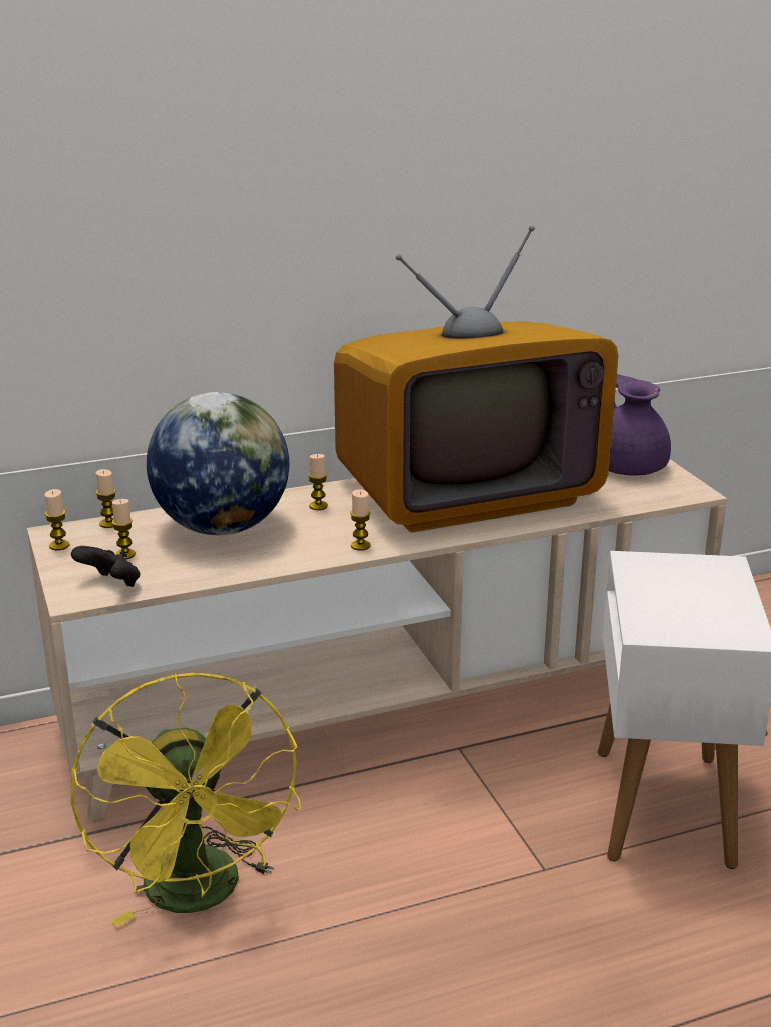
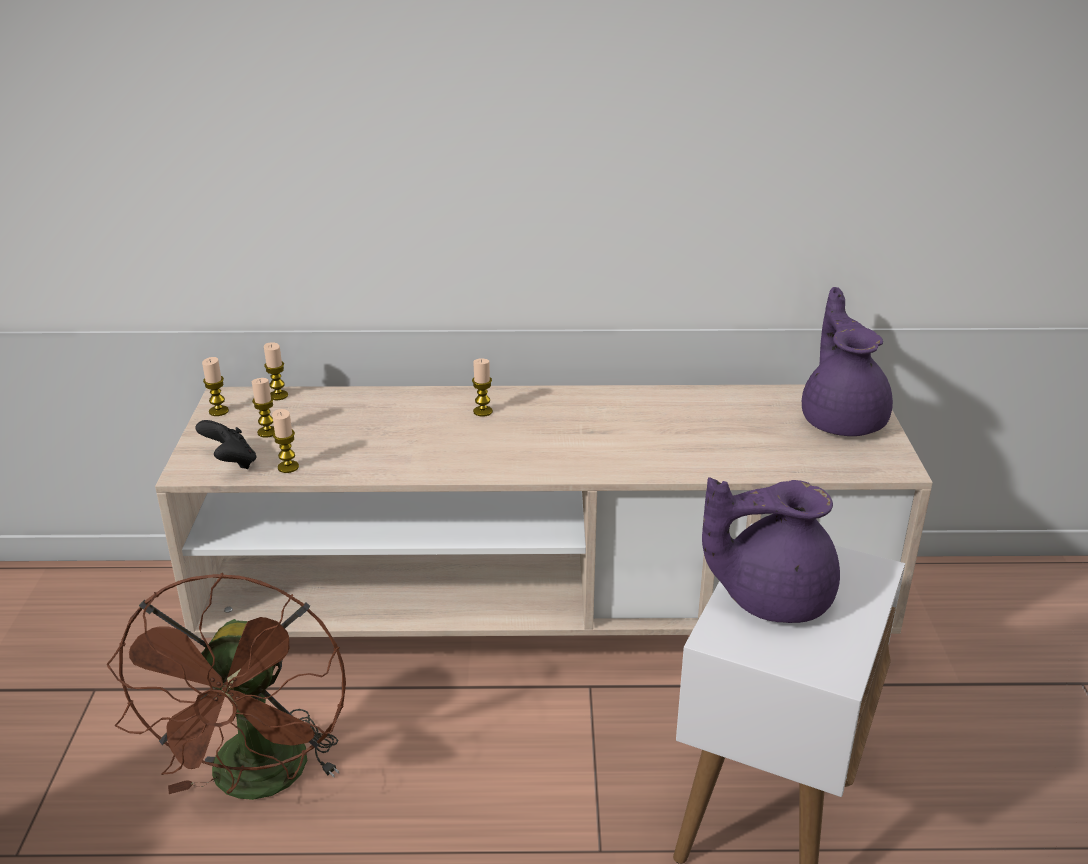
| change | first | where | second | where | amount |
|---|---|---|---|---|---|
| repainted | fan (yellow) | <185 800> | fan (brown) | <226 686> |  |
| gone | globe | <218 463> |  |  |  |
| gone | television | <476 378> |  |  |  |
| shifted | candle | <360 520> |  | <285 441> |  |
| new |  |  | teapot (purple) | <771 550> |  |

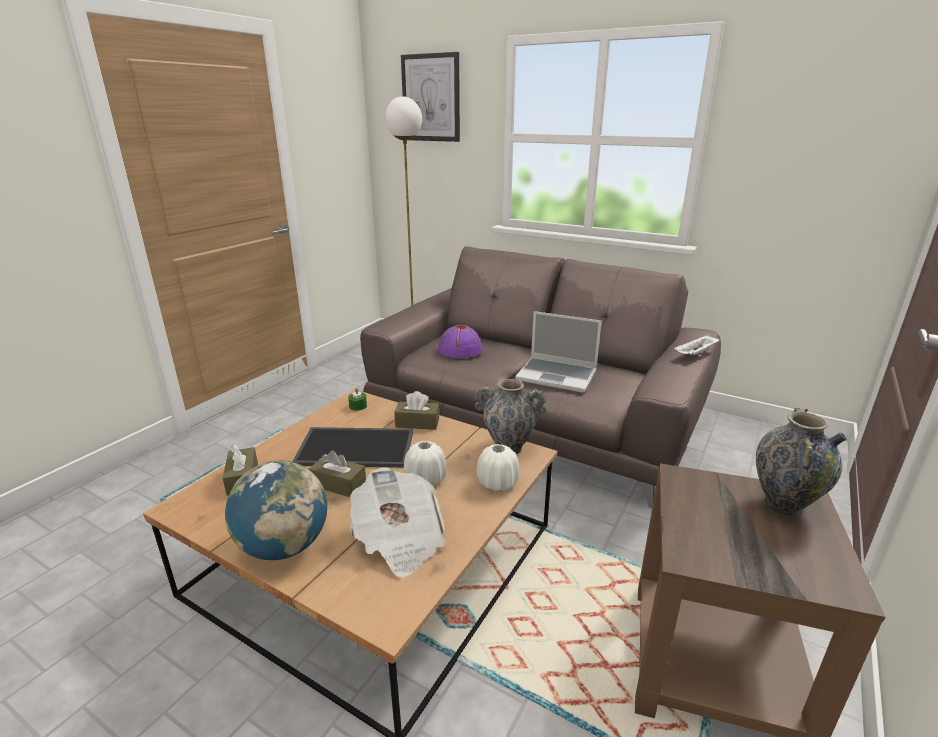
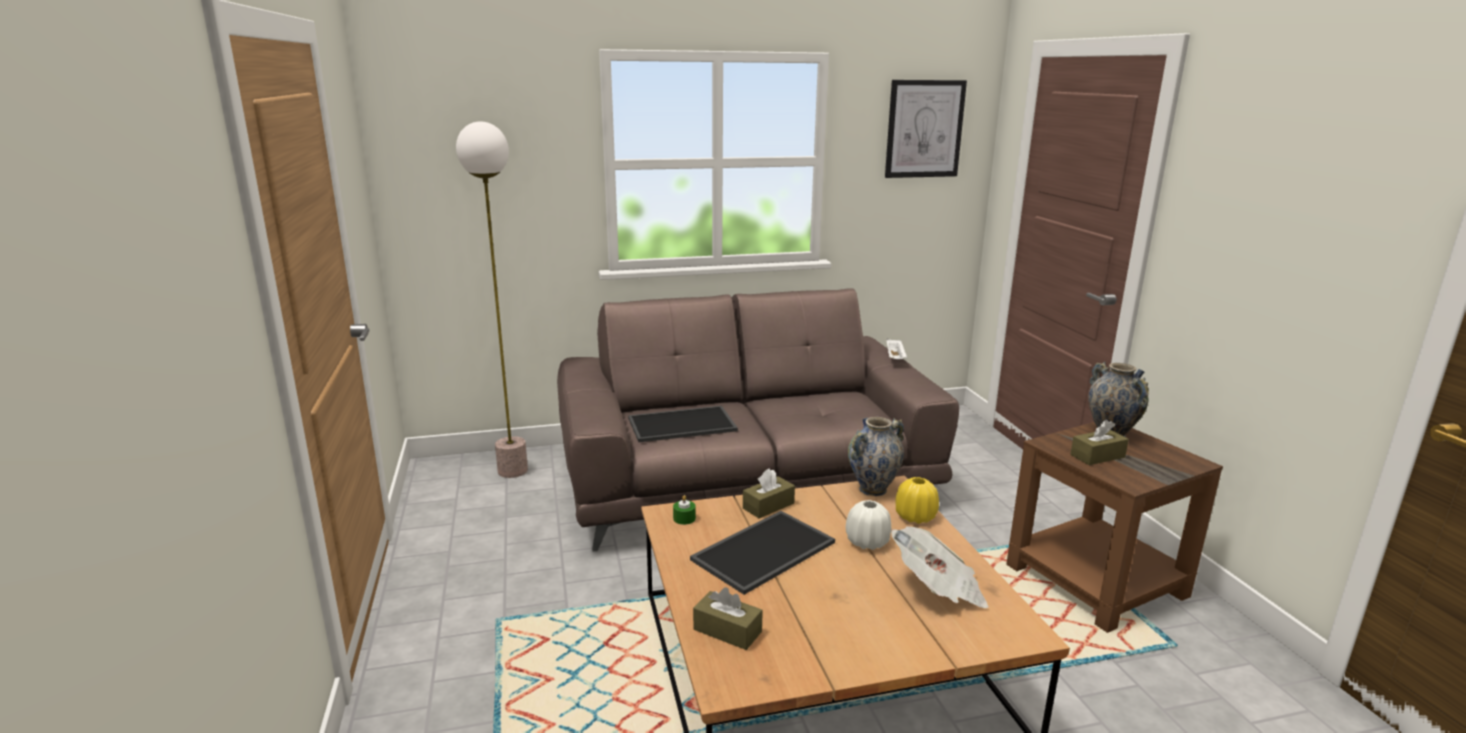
| change | first | where | second | where | amount |
|---|---|---|---|---|---|
| gone | globe | <276 510> |  |  |  |
| shifted | tissue box (brown) | <337 473> |  | <1099 442> |  |
| shifted | picture | <430 97> |  | <926 129> |  |
| swapped | hat (purple) | <460 341> | tray | <683 424> |  |
| repainted | vase (white) | <497 467> | vase (yellow) | <917 500> |  |
| gone | laptop | <558 352> |  |  |  |

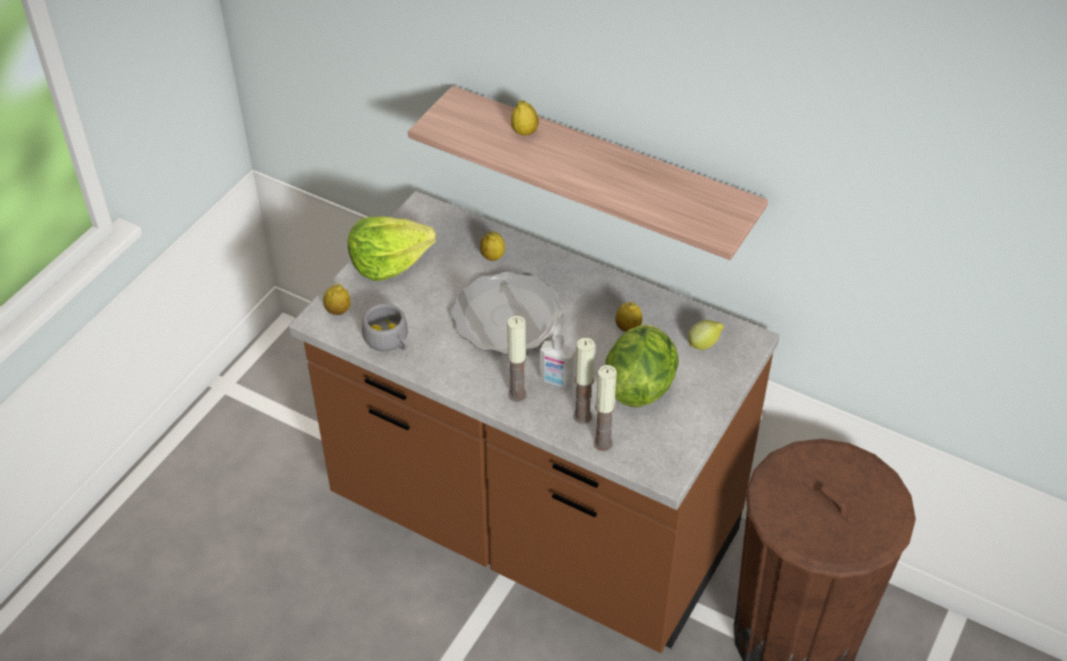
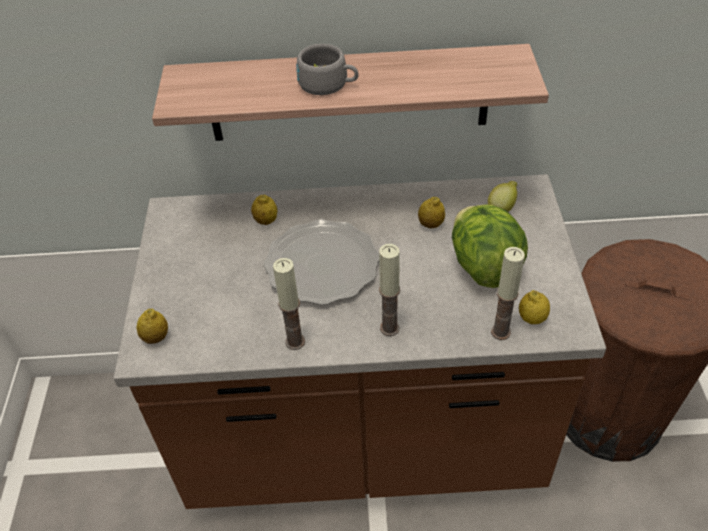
| change | first | where | second | where | amount |
|---|---|---|---|---|---|
| gone | lettuce | <392 248> |  |  |  |
| shifted | cup (grey) | <385 327> |  | <328 69> |  |
| shifted | lemon | <525 118> |  | <534 307> |  |
| gone | soap dispenser | <557 356> |  |  |  |
| shifted | candle | <584 381> |  | <289 304> |  |

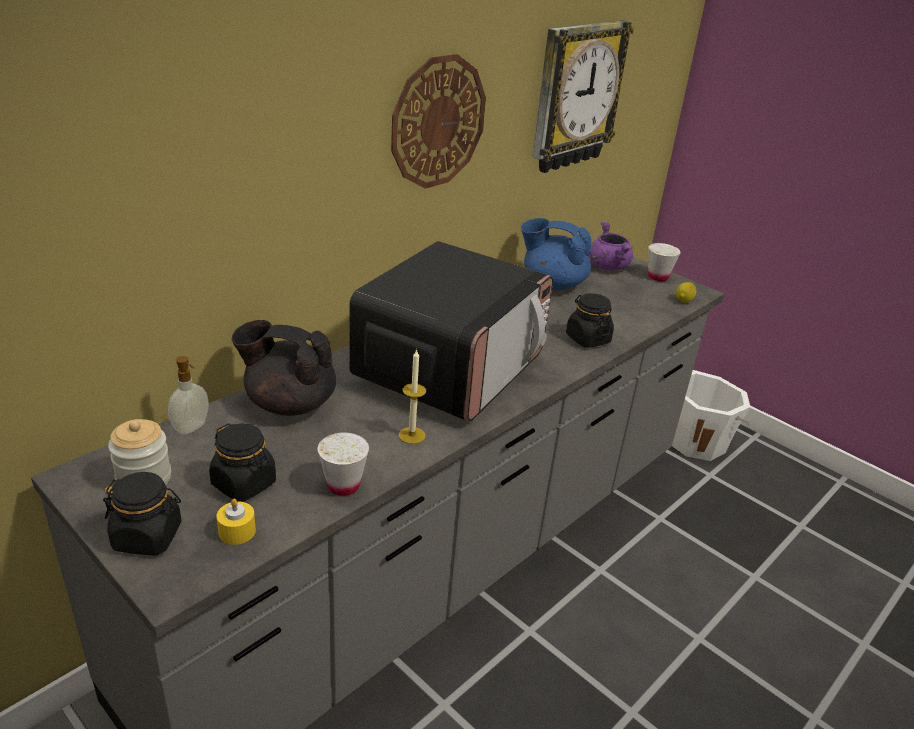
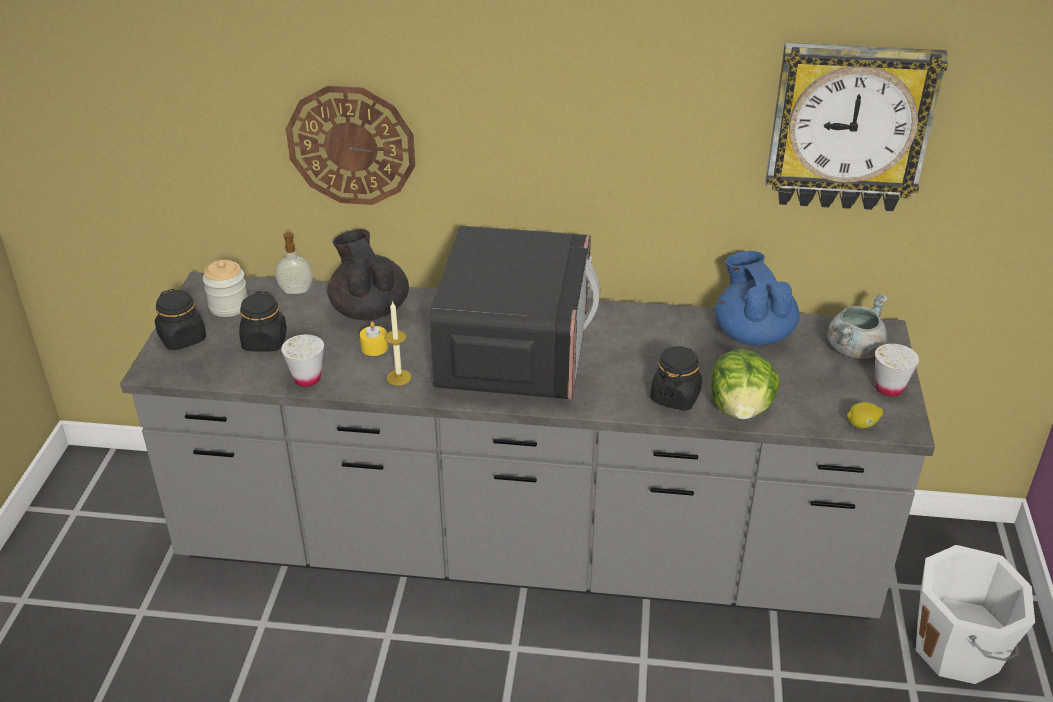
| change | first | where | second | where | amount |
|---|---|---|---|---|---|
| shifted | candle (yellow) | <236 522> |  | <374 338> |  |
| rotated | microwave | <451 331> |  | <515 312> | 75 degrees counterclockwise |
| shifted | wall clock | <438 121> |  | <350 145> |  |
| repainted | cooking pot (purple) | <611 246> | cooking pot (grey) | <857 326> |  |
| new |  |  | lettuce | <745 384> |  |

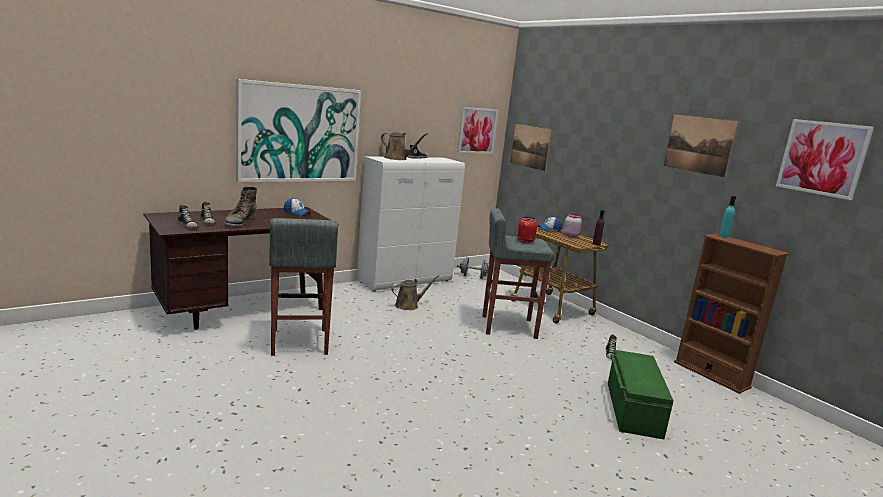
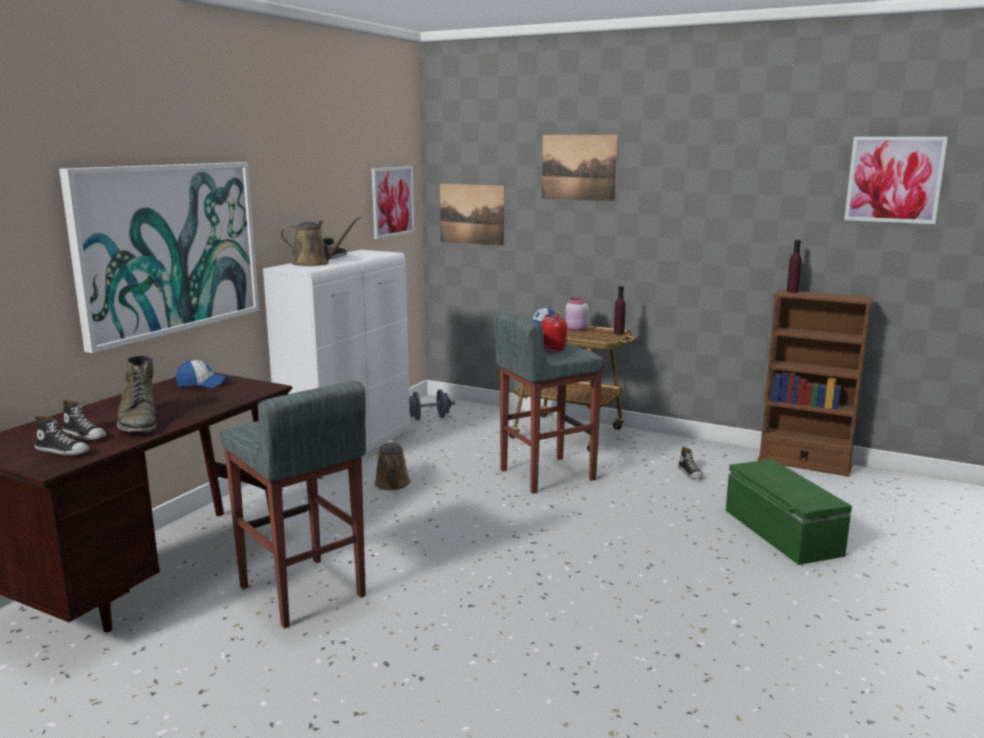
| change | first | where | second | where | amount |
|---|---|---|---|---|---|
| rotated | watering can (brown) | <415 292> |  | <392 465> | 135 degrees clockwise |
| shifted | picture | <701 146> |  | <580 168> |  |
| repainted | bottle (turquoise) | <727 217> | bottle (purple) | <794 266> |  |

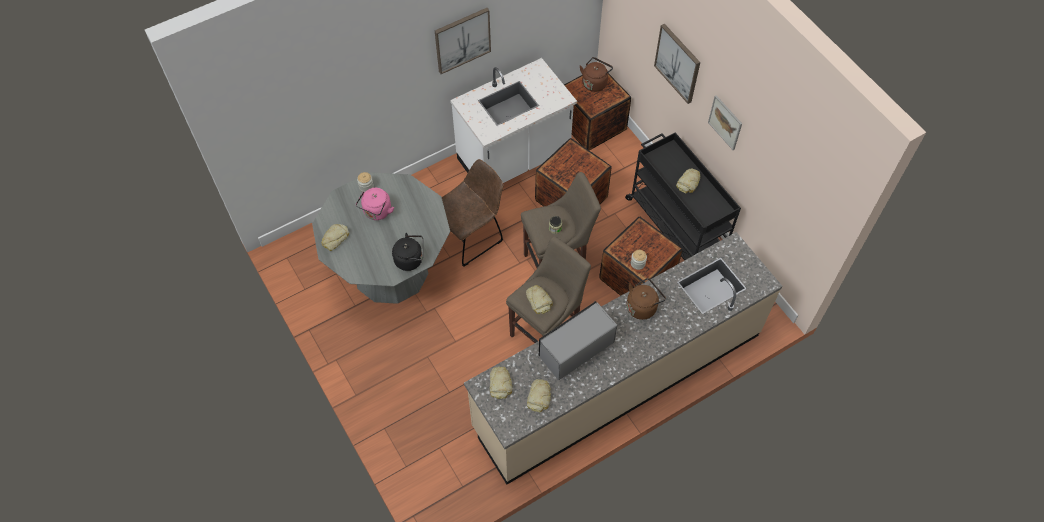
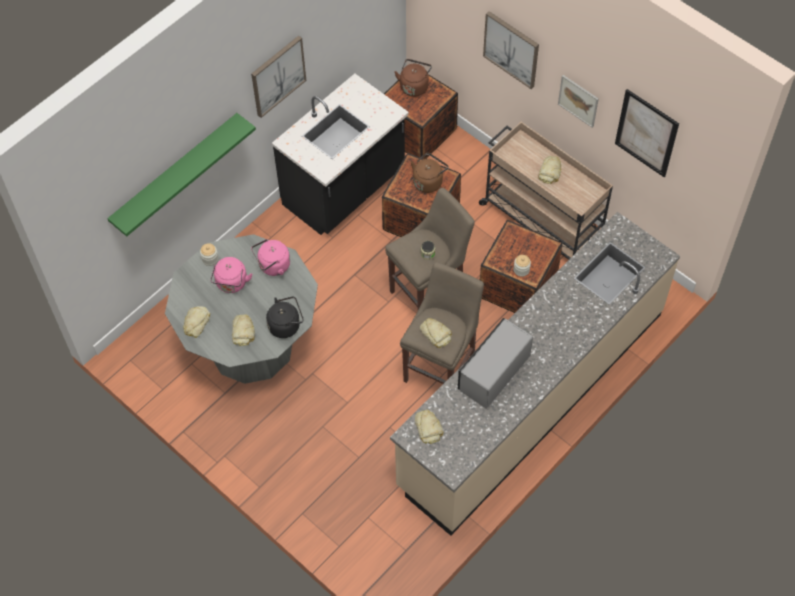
| change | first | where | second | where | amount |
|---|---|---|---|---|---|
| gone | chair (brown) | <473 212> |  |  |  |
| repainted | counter (white) | <513 120> | counter (black) | <340 154> |  |
| shifted | bread | <539 395> |  | <243 330> |  |
| repainted | cart (black) | <683 196> | cart (beige) | <546 190> |  |
| shifted | kettle (brown) | <646 299> |  | <430 173> |  |
| new |  |  | shelf (green) | <181 175> |  |
| new |  |  | kettle (pink) | <270 257> |  |
| new |  |  | picture | <647 133> |  |

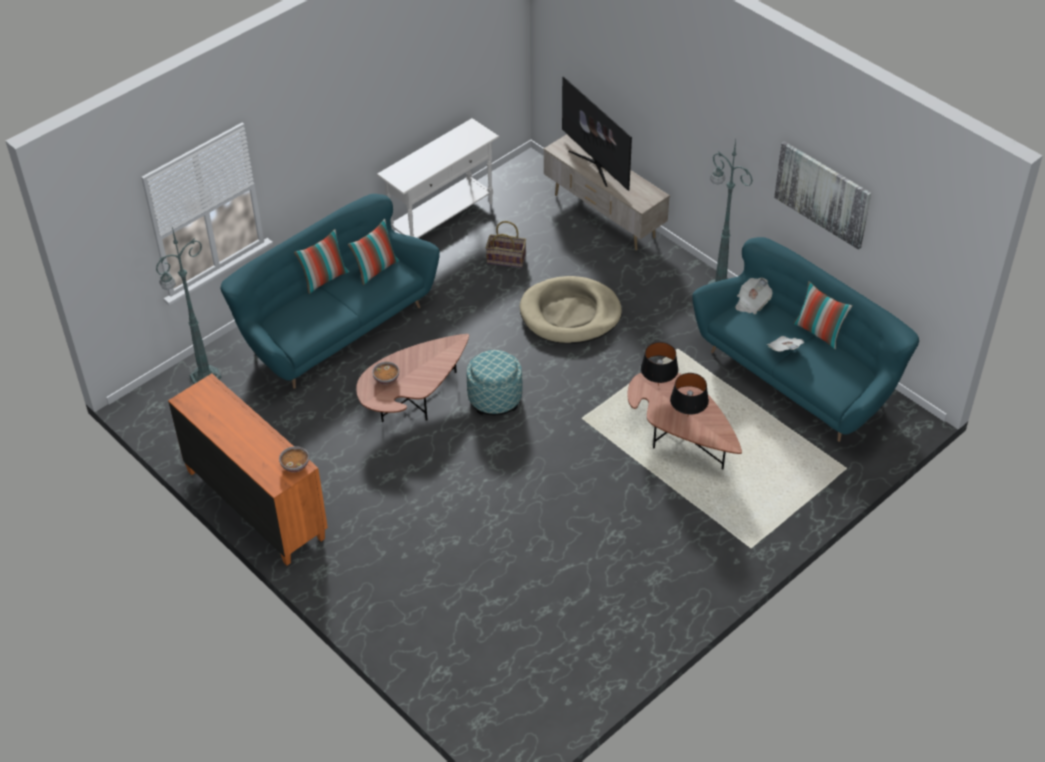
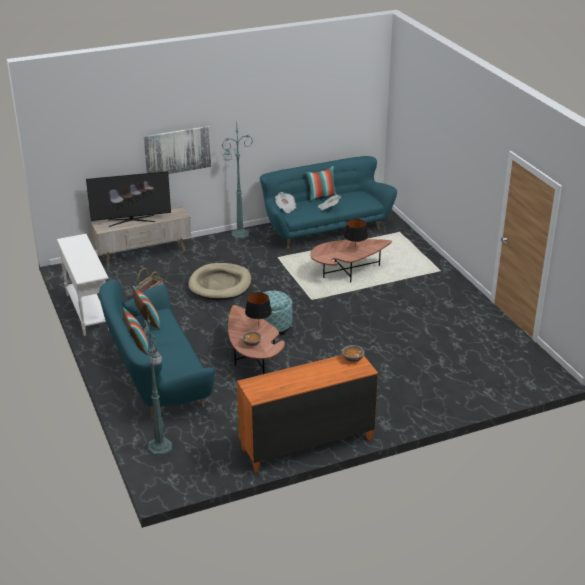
| change | first | where | second | where | amount |
|---|---|---|---|---|---|
| shifted | table lamp (black) | <659 364> |  | <258 309> |  |
| shifted | picture | <822 195> |  | <177 150> |  |

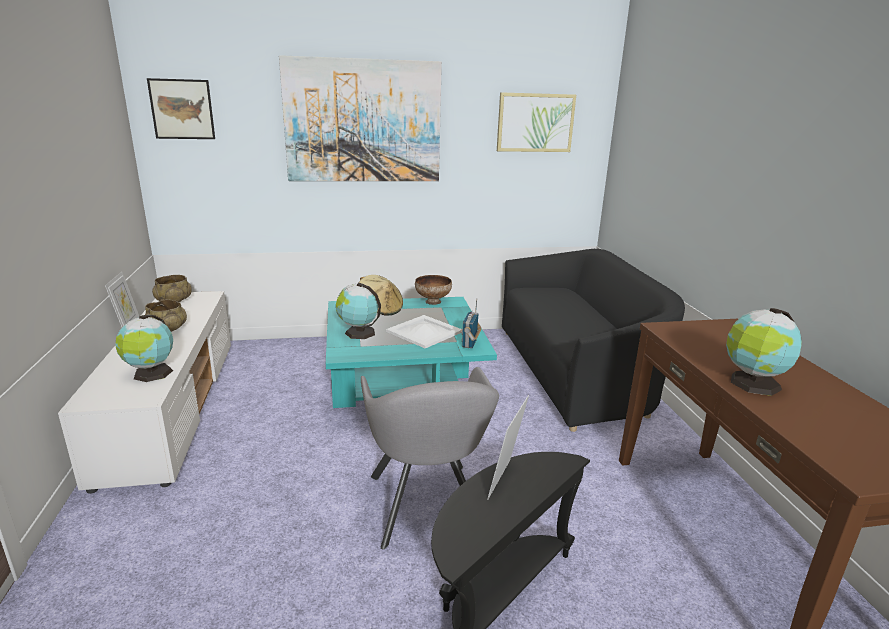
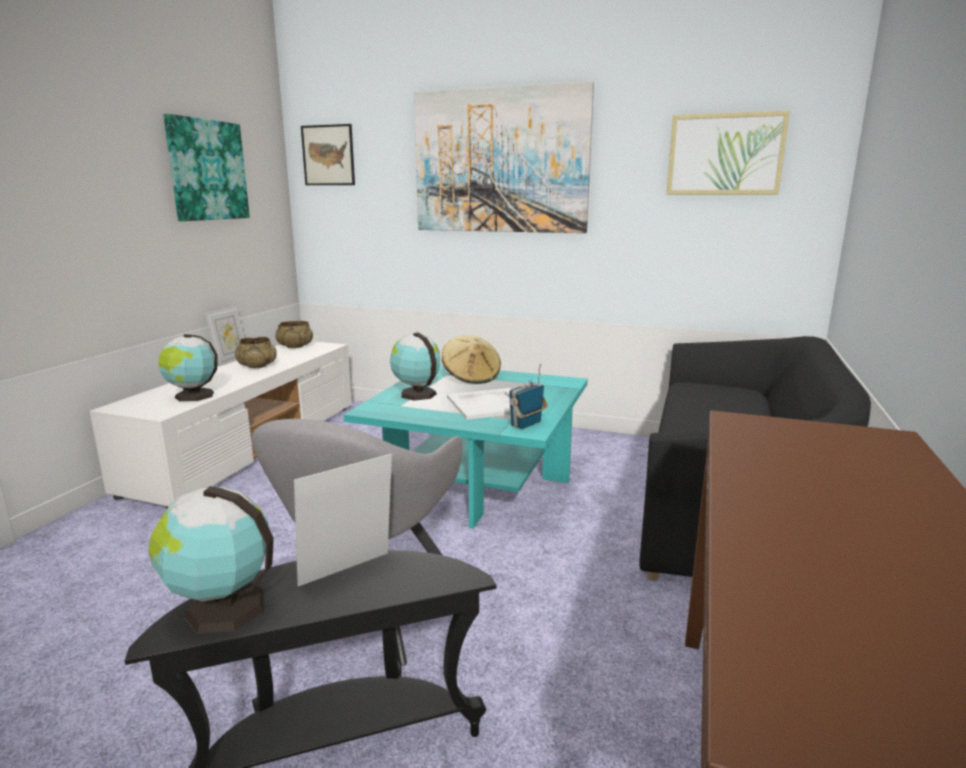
| change | first | where | second | where | amount |
|---|---|---|---|---|---|
| gone | bowl | <433 290> |  |  |  |
| shifted | globe | <764 352> |  | <211 560> |  |
| new |  |  | picture | <206 167> |  |

